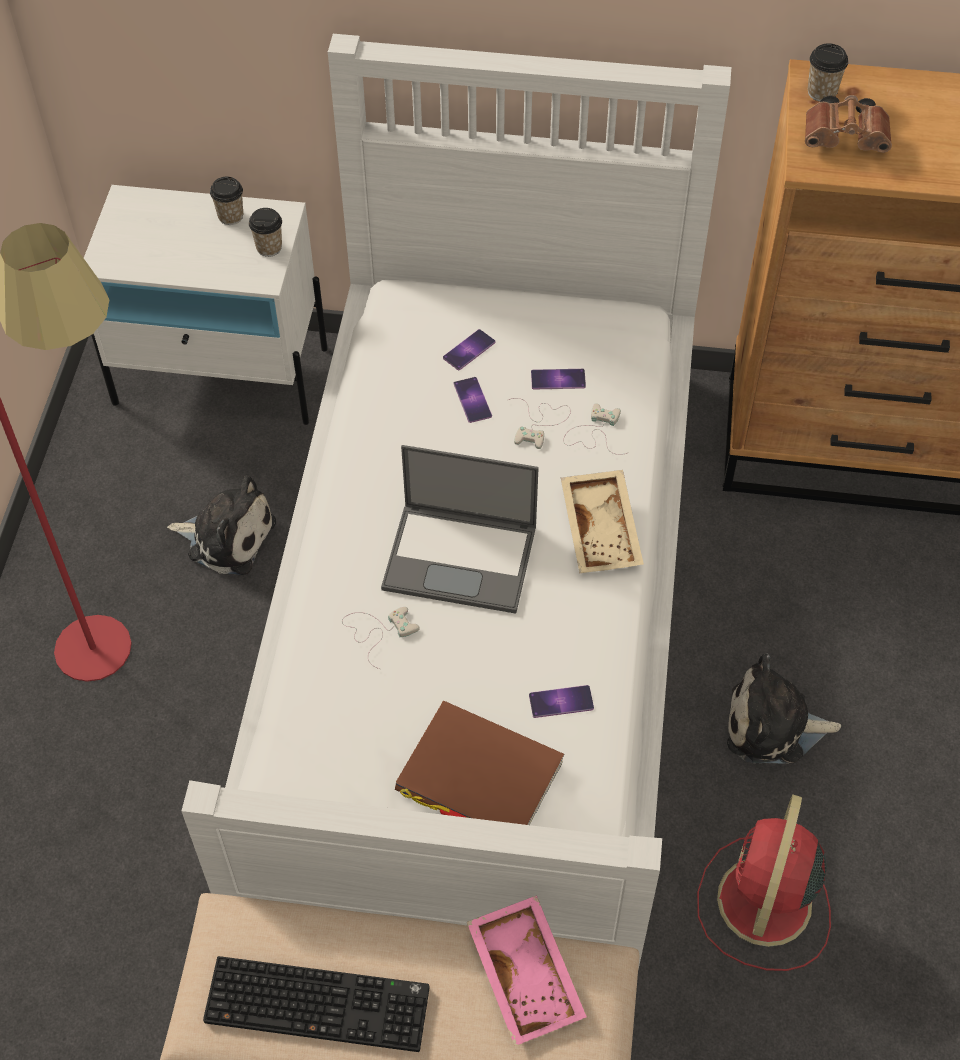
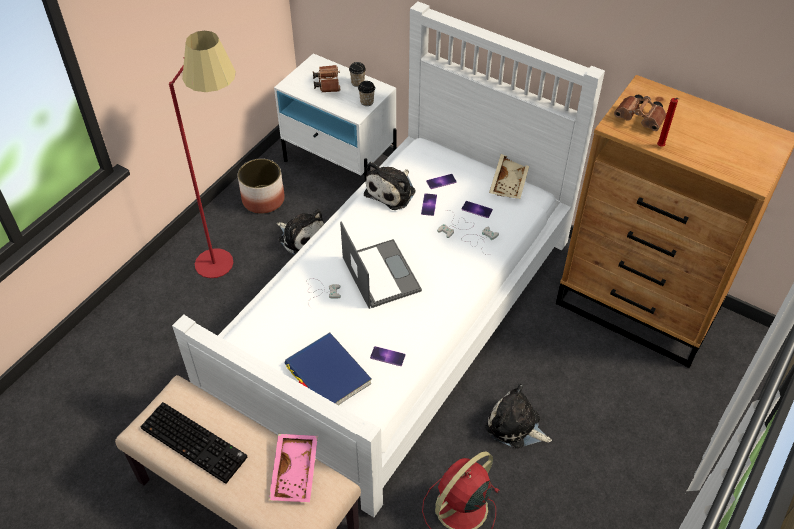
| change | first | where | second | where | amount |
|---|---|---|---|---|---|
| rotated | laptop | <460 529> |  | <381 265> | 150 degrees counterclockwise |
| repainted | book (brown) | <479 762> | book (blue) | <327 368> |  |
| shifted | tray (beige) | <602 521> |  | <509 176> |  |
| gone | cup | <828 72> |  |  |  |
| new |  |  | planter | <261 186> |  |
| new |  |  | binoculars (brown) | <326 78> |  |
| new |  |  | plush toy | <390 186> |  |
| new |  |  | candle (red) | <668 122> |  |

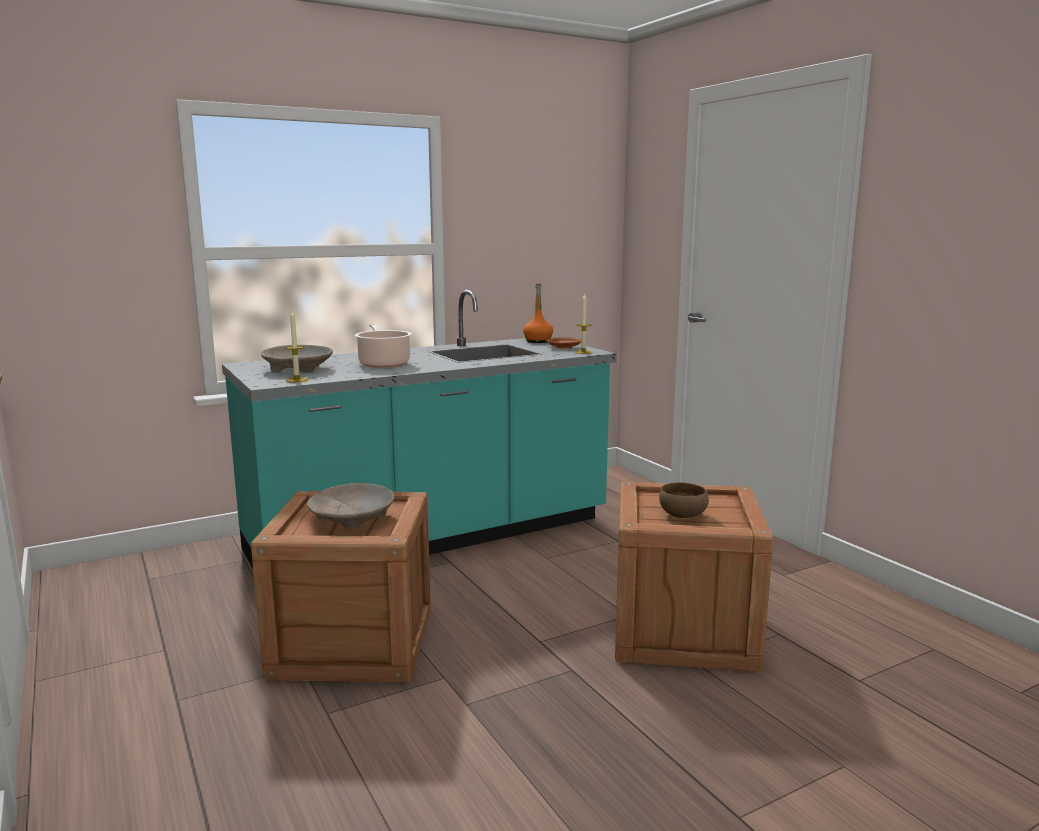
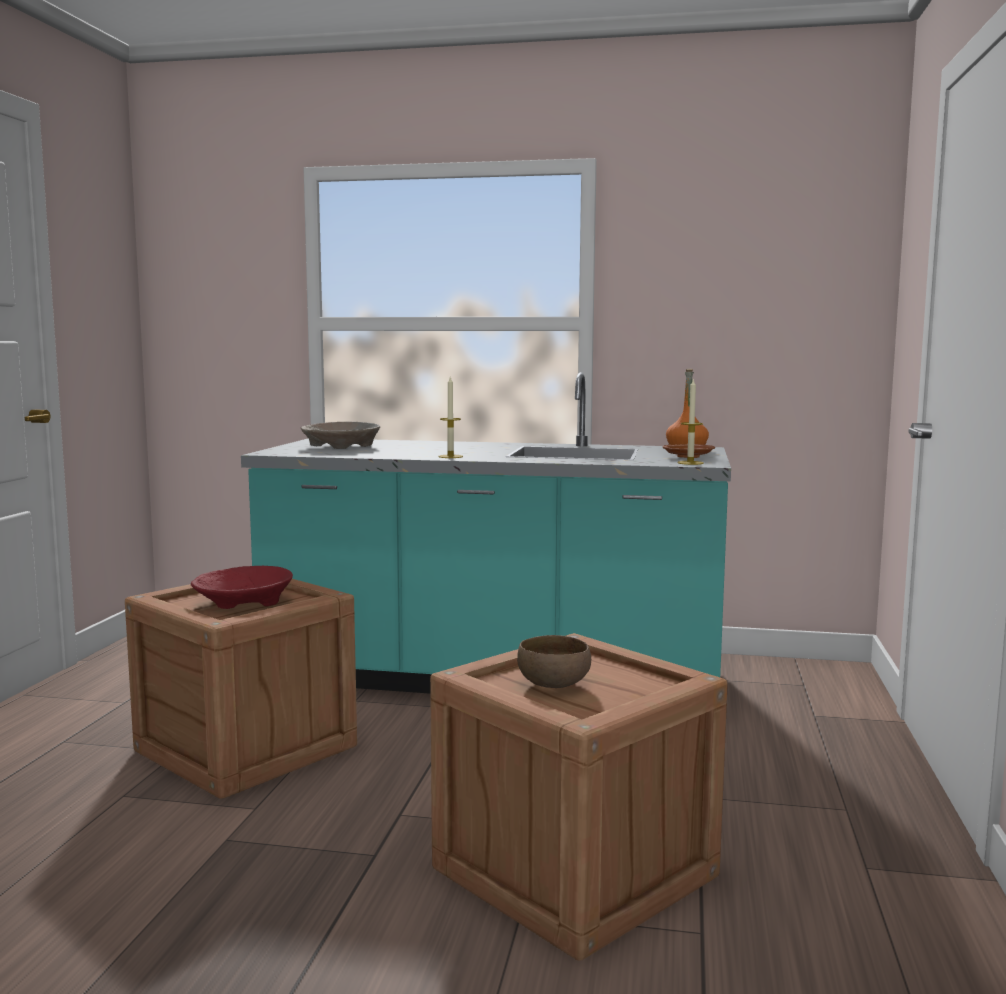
| change | first | where | second | where | amount |
|---|---|---|---|---|---|
| shifted | candle | <296 347> |  | <450 417> |  |
| repainted | bowl (beige) | <351 506> | bowl (red) | <242 587> |  |
| gone | cooking pot | <383 345> |  |  |  |

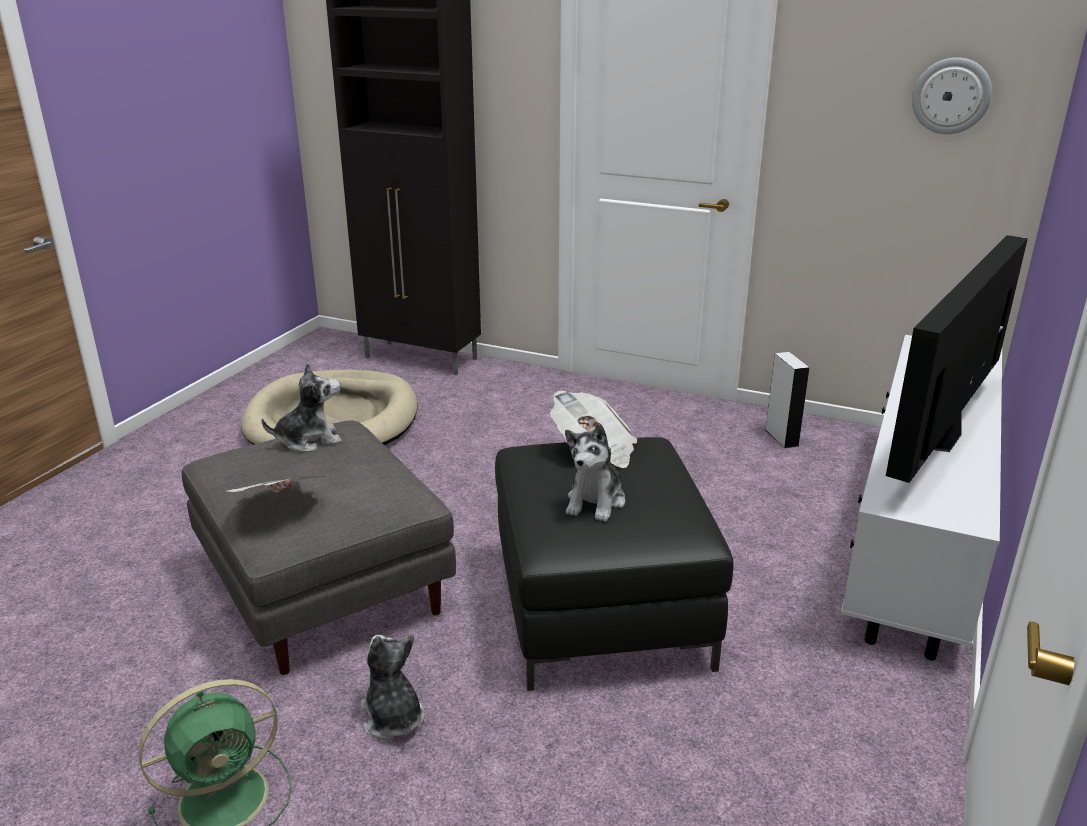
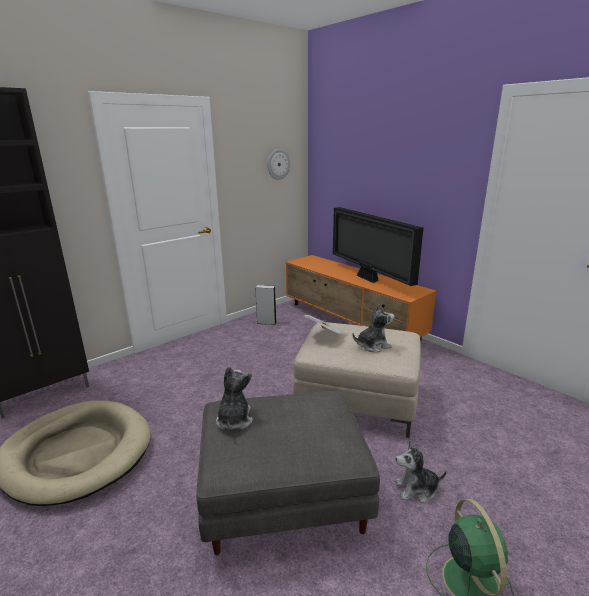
| change | first | where | second | where | amount |
|---|---|---|---|---|---|
| gone | newspaper | <276 484> |  |  |  |
| repainted | ottoman (black) | <614 564> | ottoman (beige) | <357 380> |  |
| rotated | plush toy | <595 473> |  | <373 328> | 60 degrees counterclockwise |
| repainted | tv stand (white) | <921 498> | tv stand (orange) | <361 298> |  |

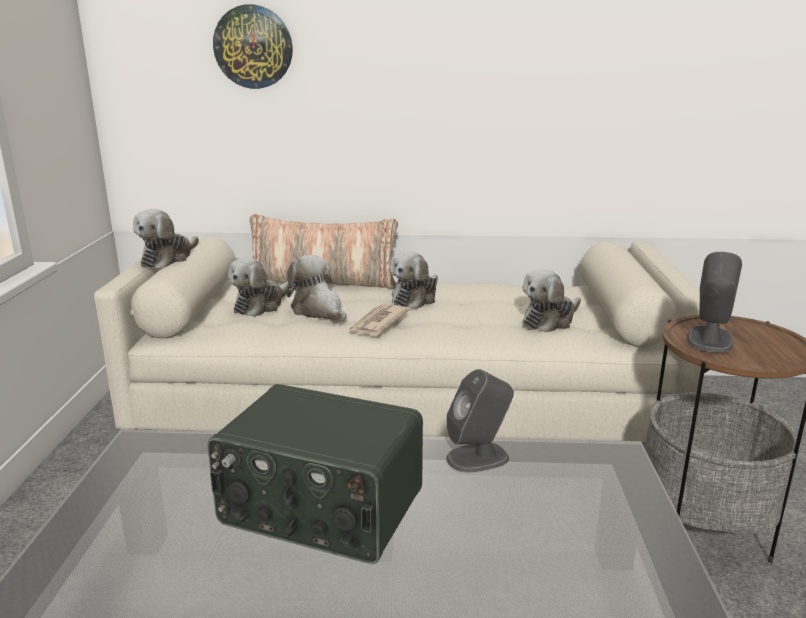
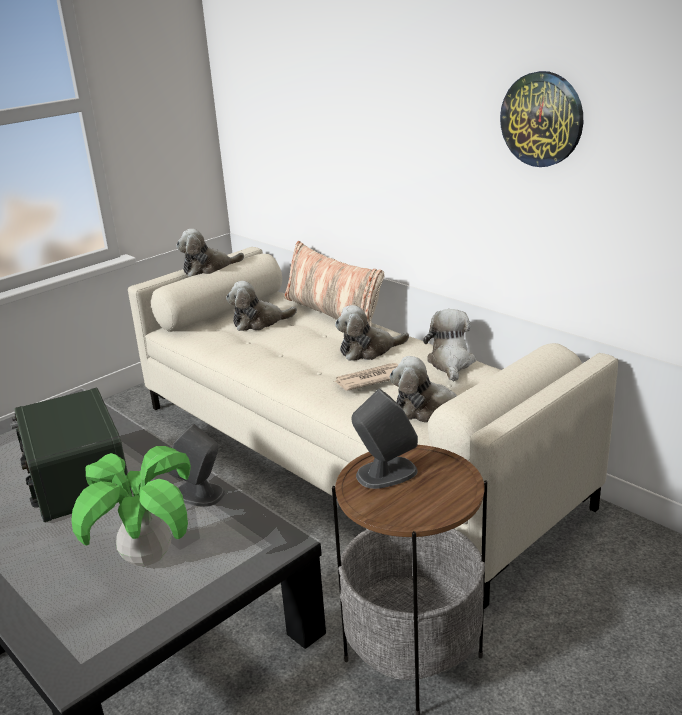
| change | first | where | second | where | amount |
|---|---|---|---|---|---|
| shifted | wall clock | <253 46> |  | <541 119> |  |
| shifted | plush toy | <316 288> |  | <449 345> |  |
| shifted | newspaper | <378 319> |  | <366 377> |  |
| new |  |  | potted plant | <131 506> |  |

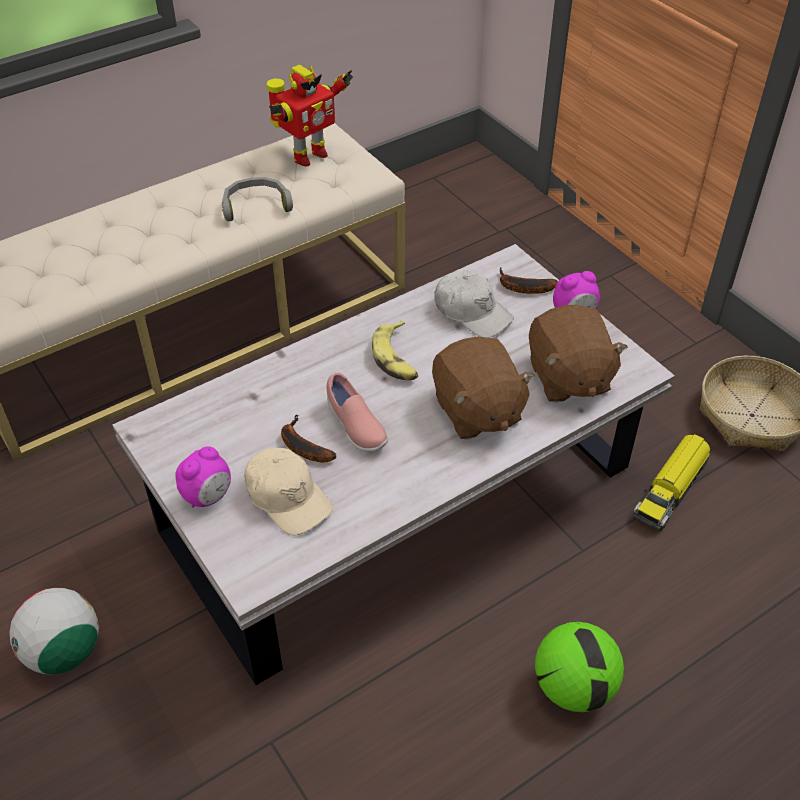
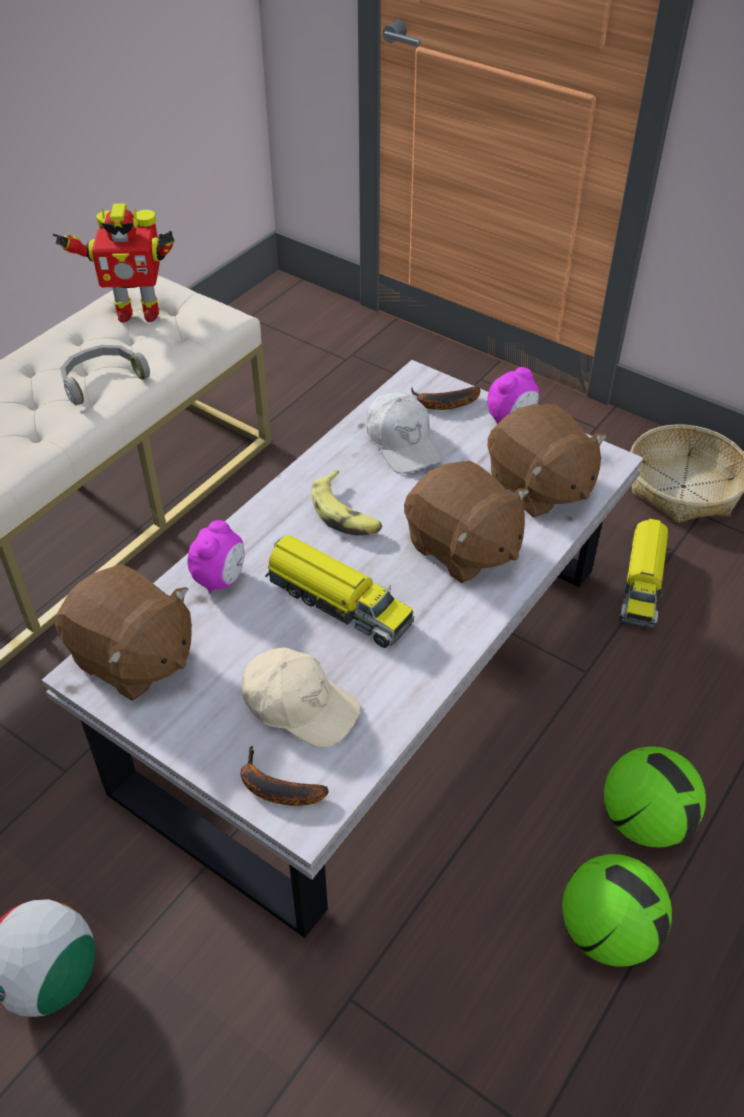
| change | first | where | second | where | amount |
|---|---|---|---|---|---|
| shifted | alarm clock | <203 476> |  | <215 557> |  |
| rotated | toy robot | <310 116> |  | <113 263> | 60 degrees clockwise |
| shifted | banana | <308 438> |  | <285 776> |  |
| swapped | shoe (pink) | <357 412> | toy truck | <339 592> |  |
| rotated | cap (white) | <474 304> |  | <405 433> | 45 degrees clockwise |
| new |  |  | plush toy (brown) | <123 632> |  |
| new |  |  | football | <617 910> |  |

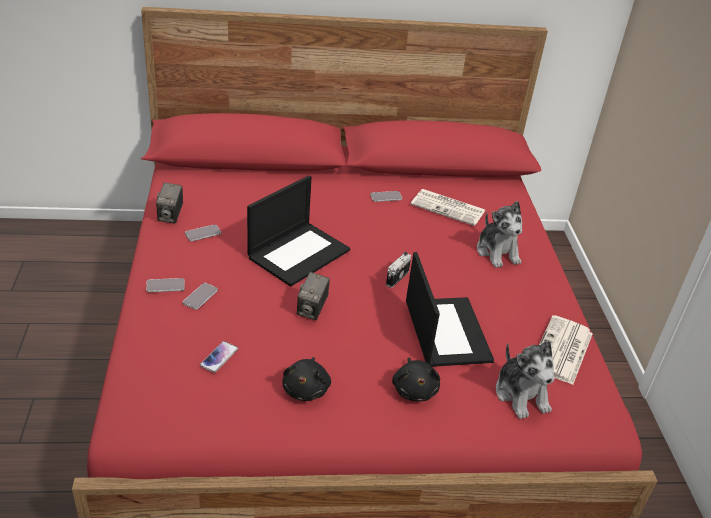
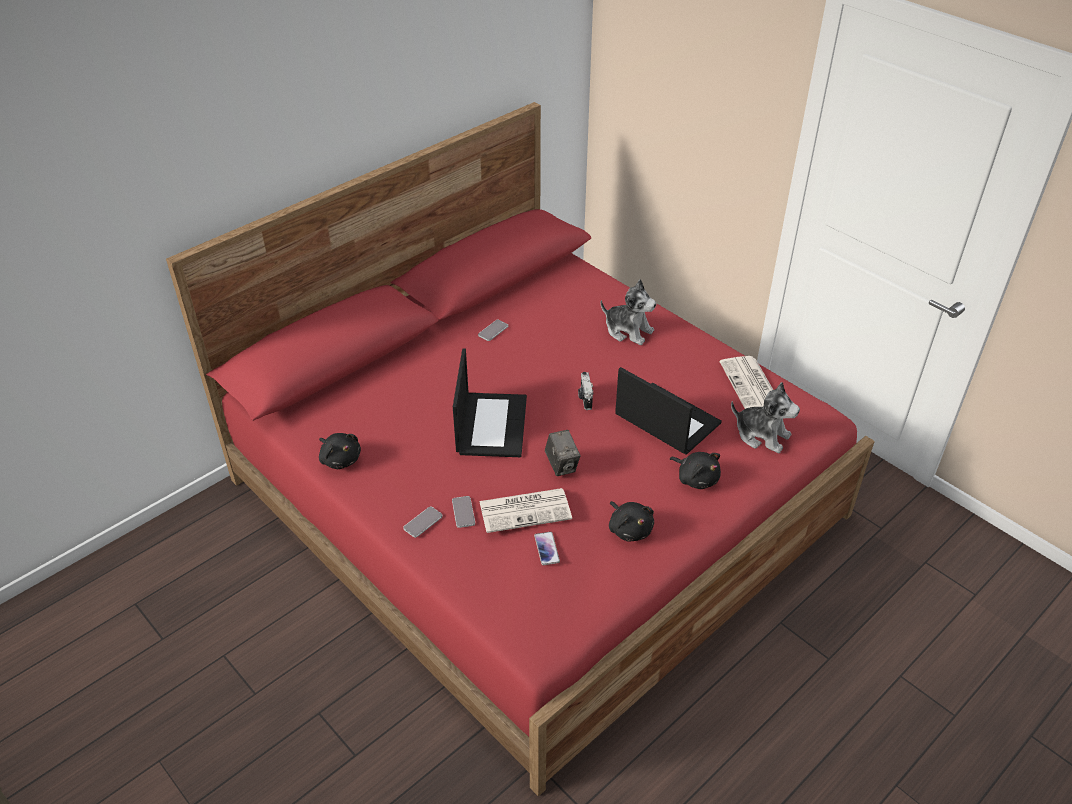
| change | first | where | second | where | amount |
|---|---|---|---|---|---|
| swapped | photo camera | <169 203> | plush toy (black) | <340 451> |  |
| gone | phone | <203 232> |  |  |  |
| shifted | newspaper | <448 207> |  | <525 510> |  |

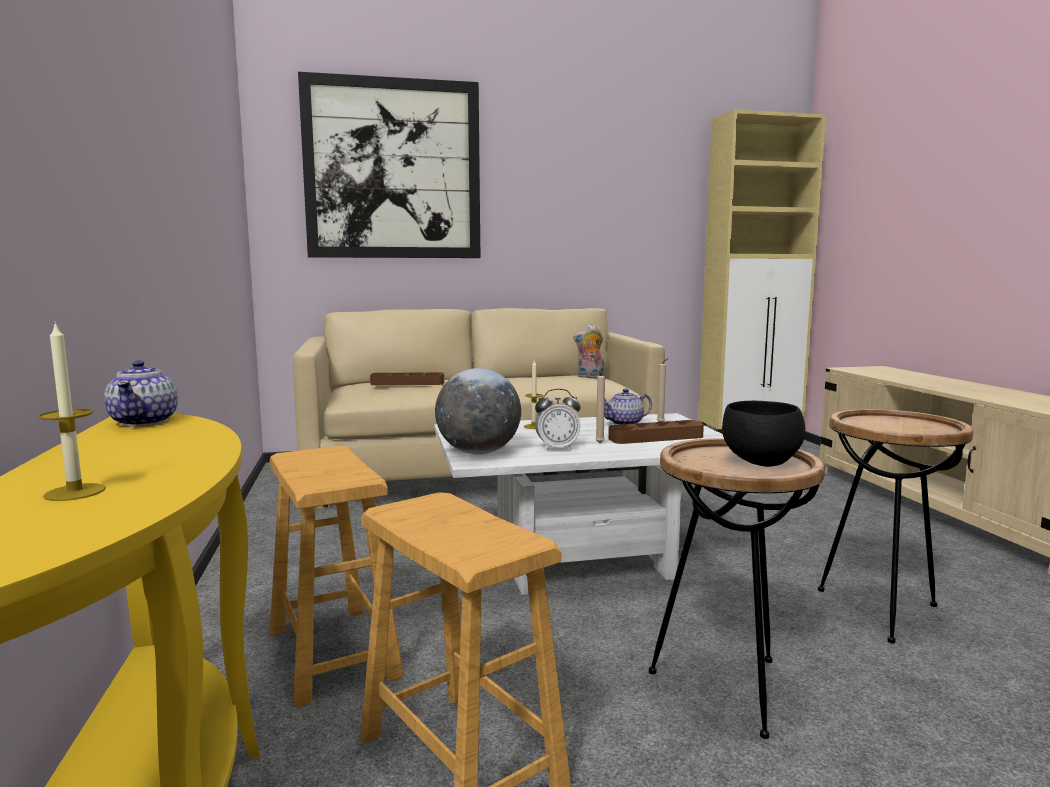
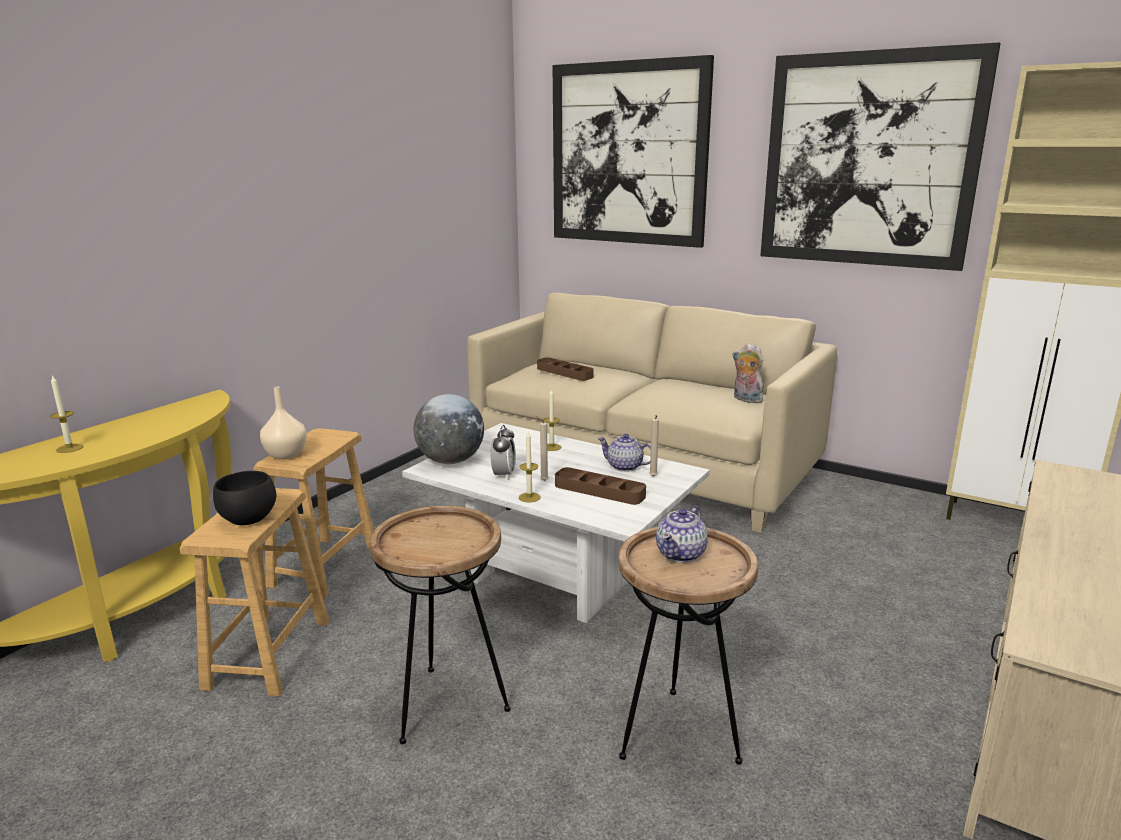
| change | first | where | second | where | amount |
|---|---|---|---|---|---|
| shifted | teapot | <141 393> |  | <682 534> |  |
| rotated | alarm clock | <558 420> |  | <503 452> | 120 degrees counterclockwise |
| shifted | bowl (black) | <763 434> |  | <244 498> |  |
| new |  |  | vase (beige) | <283 423> |  |
| new |  |  | candle | <530 467> |  |
| new |  |  | picture | <880 156> |  |

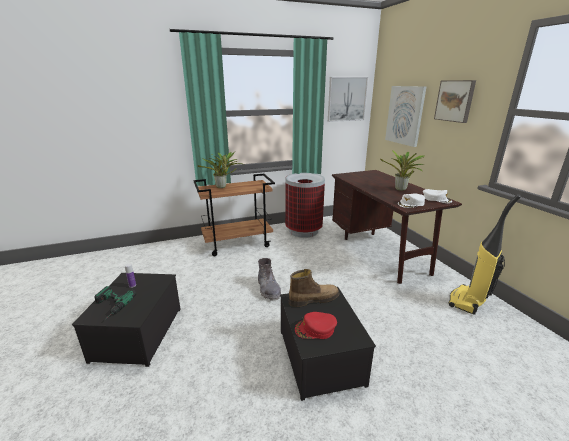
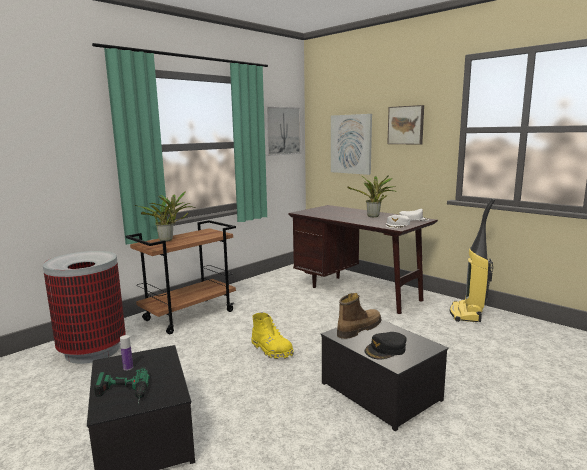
| change | first | where | second | where | amount |
|---|---|---|---|---|---|
| repainted | boot (grey) | <269 279> | boot (yellow) | <272 335> |  |
| shifted | trash can | <305 205> |  | <84 307> |  |
| repainted | cap (red) | <316 325> | cap (black) | <386 346> |  |

